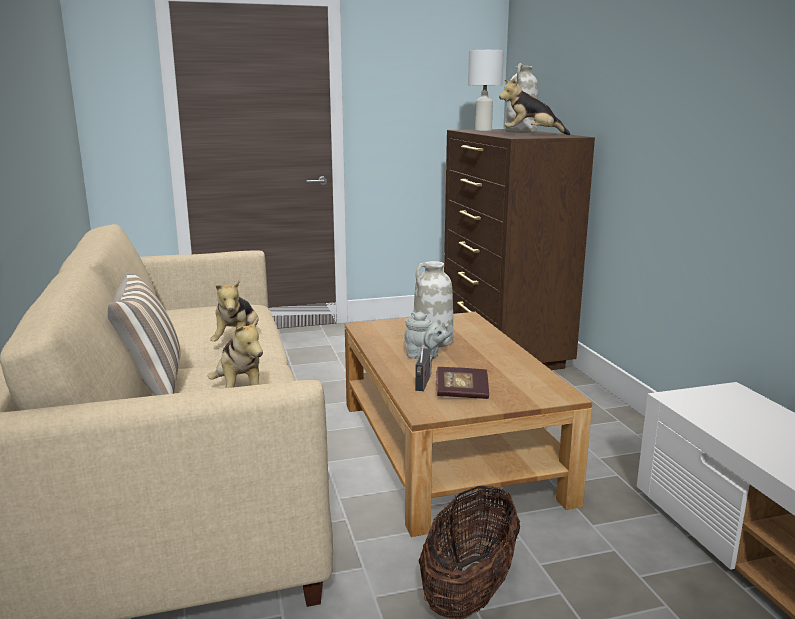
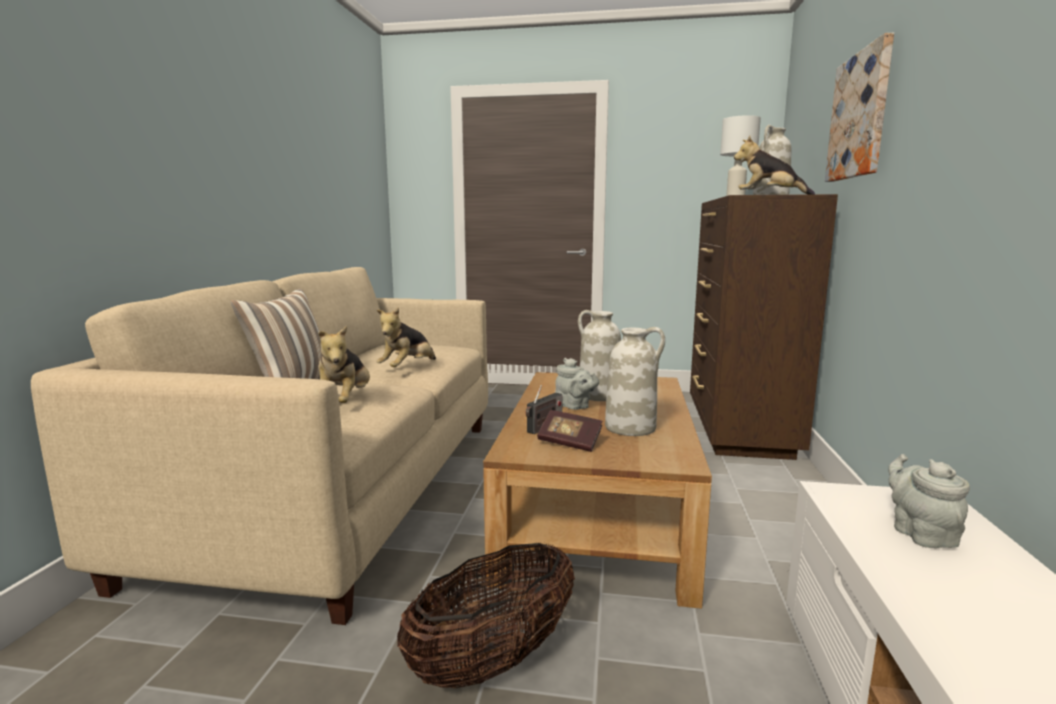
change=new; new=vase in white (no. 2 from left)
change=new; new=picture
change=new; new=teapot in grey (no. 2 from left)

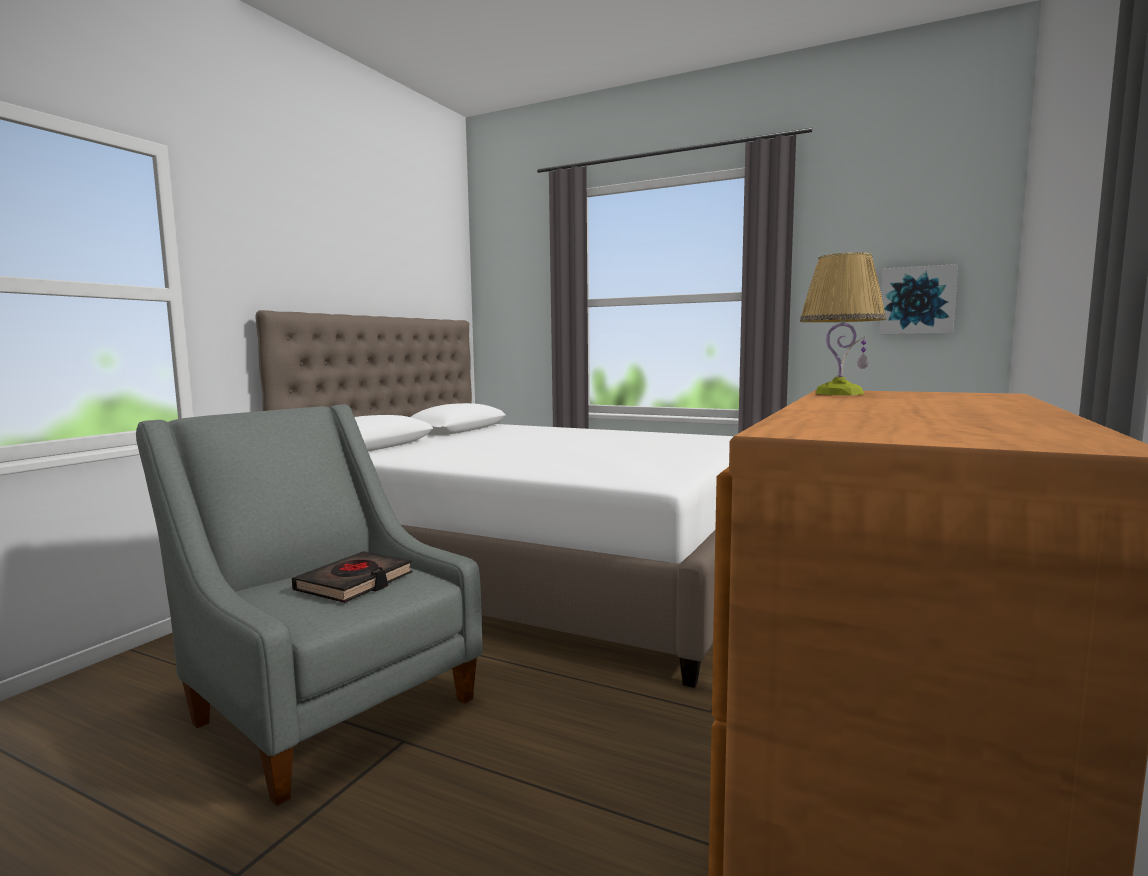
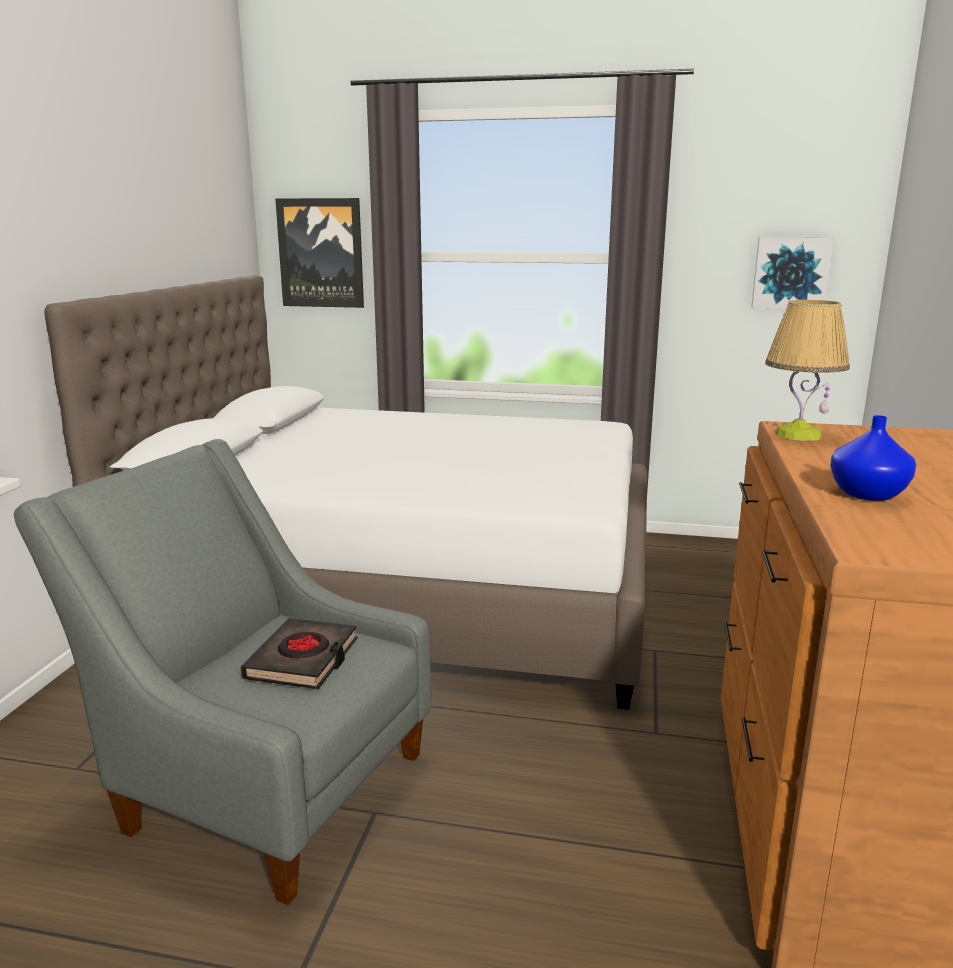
change=new; new=picture (no. 1 from left)
change=new; new=vase in blue

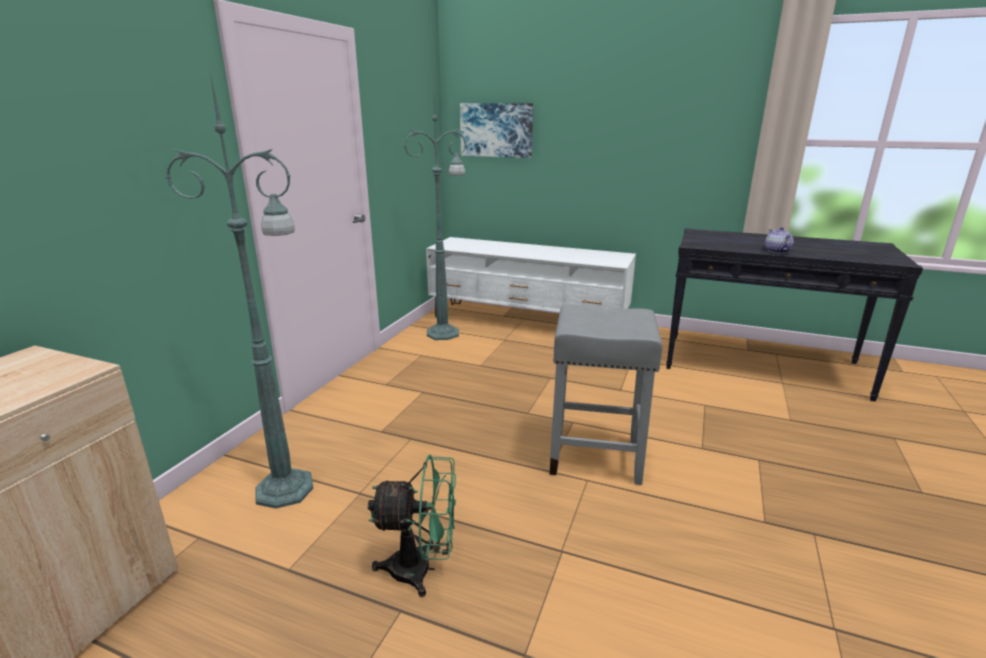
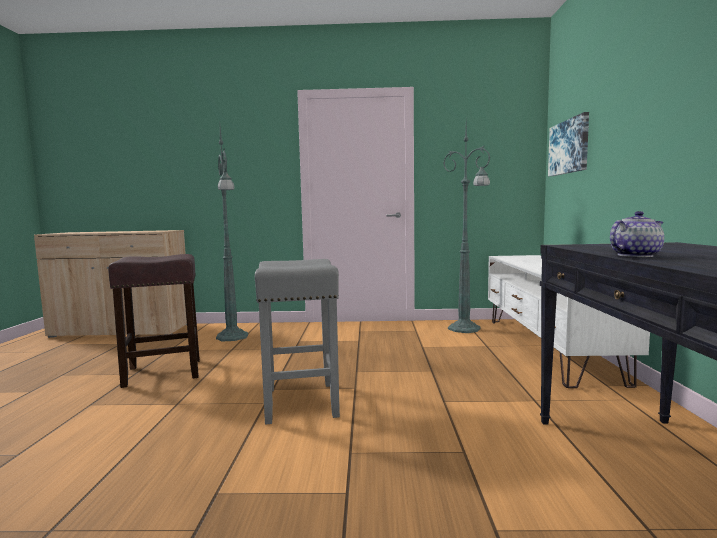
change=swapped; old=fan in green; new=stool in brown

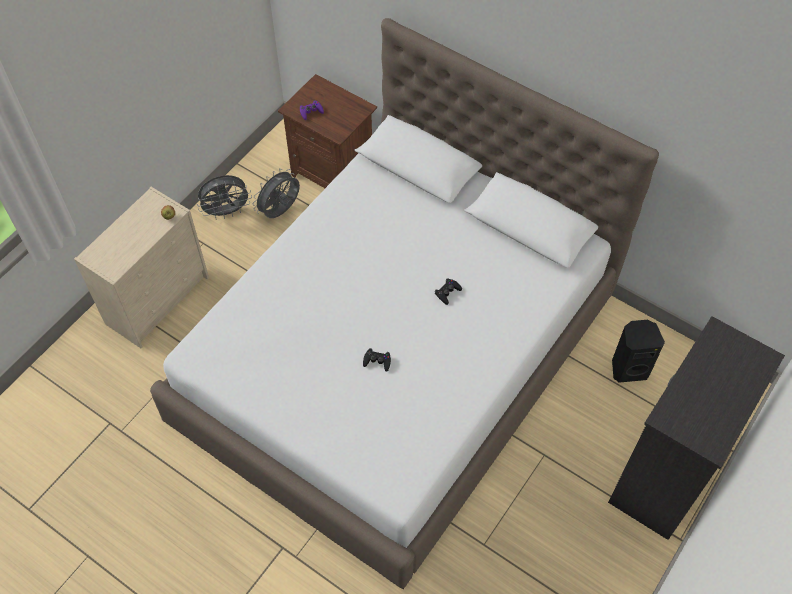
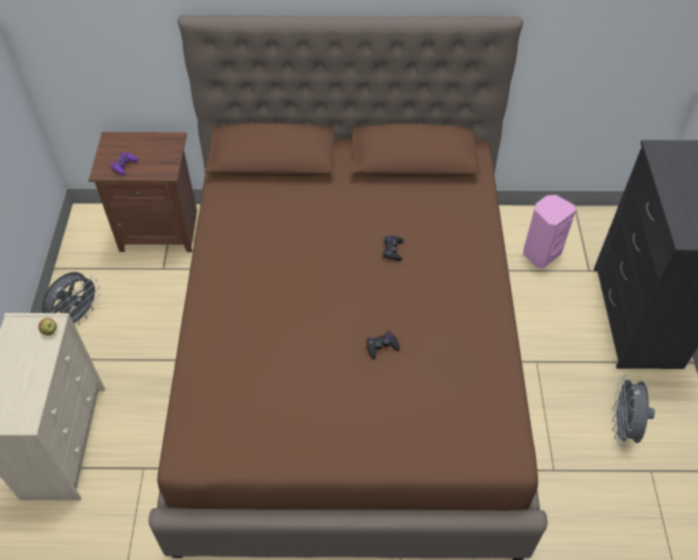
change=repainted; old=bed in white; new=bed in brown
change=shifted; old=fan in grey (no. 2 from left)
change=repainted; old=speaker in black; new=speaker in pink

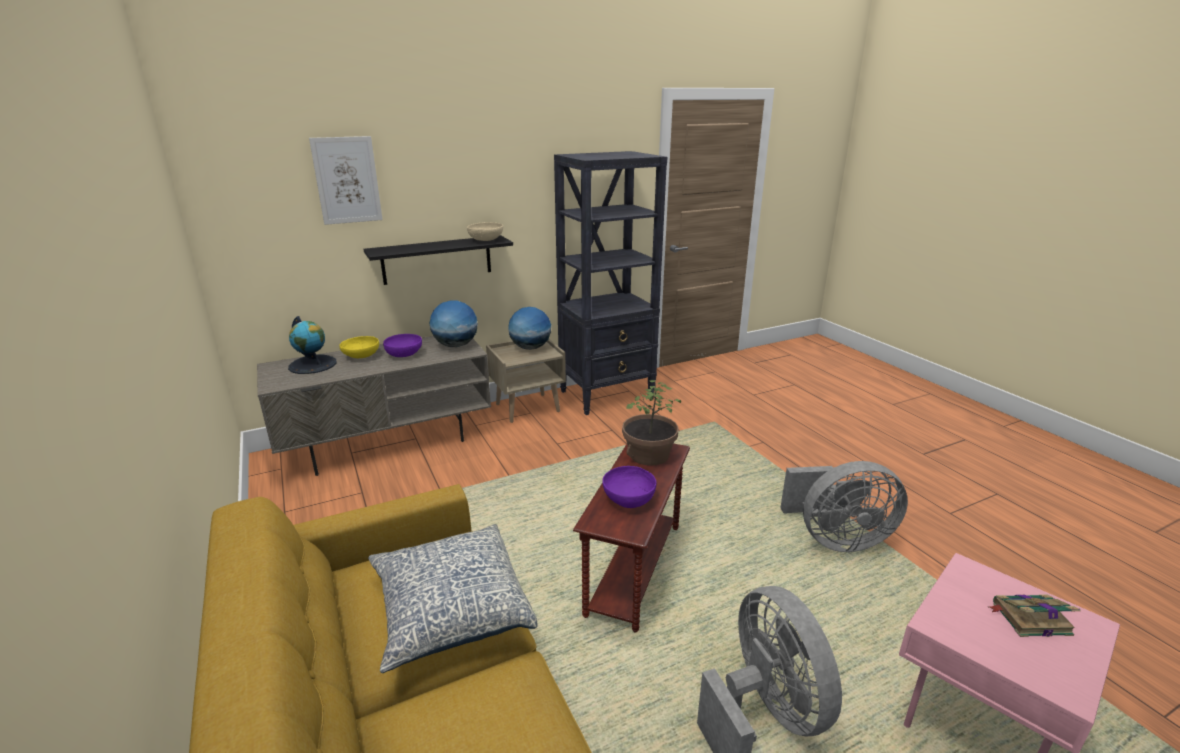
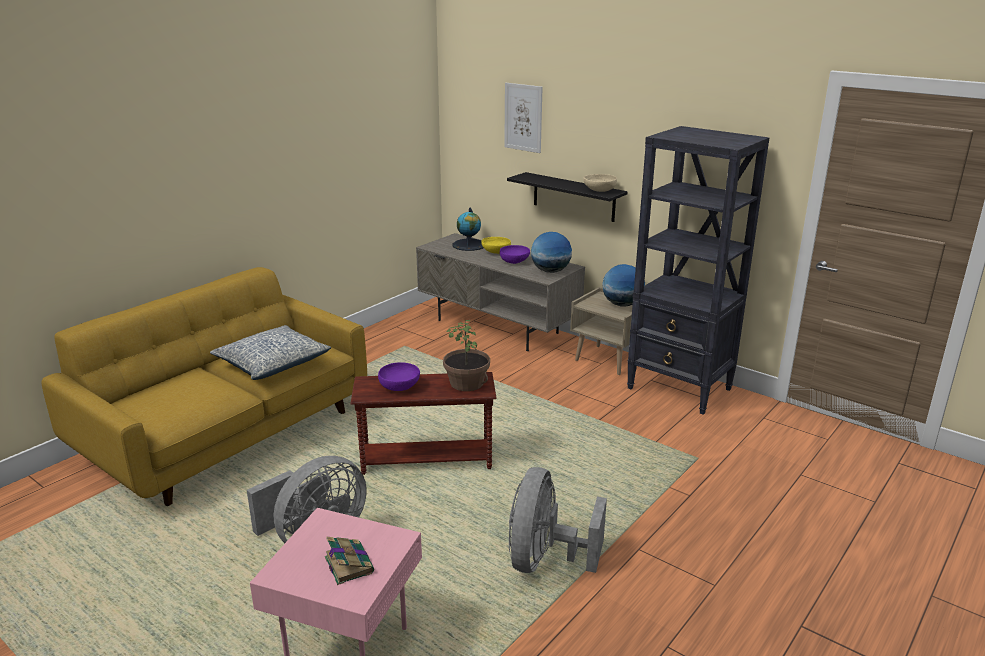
change=rotated; old=fan in grey (no. 2 from left); degrees=45

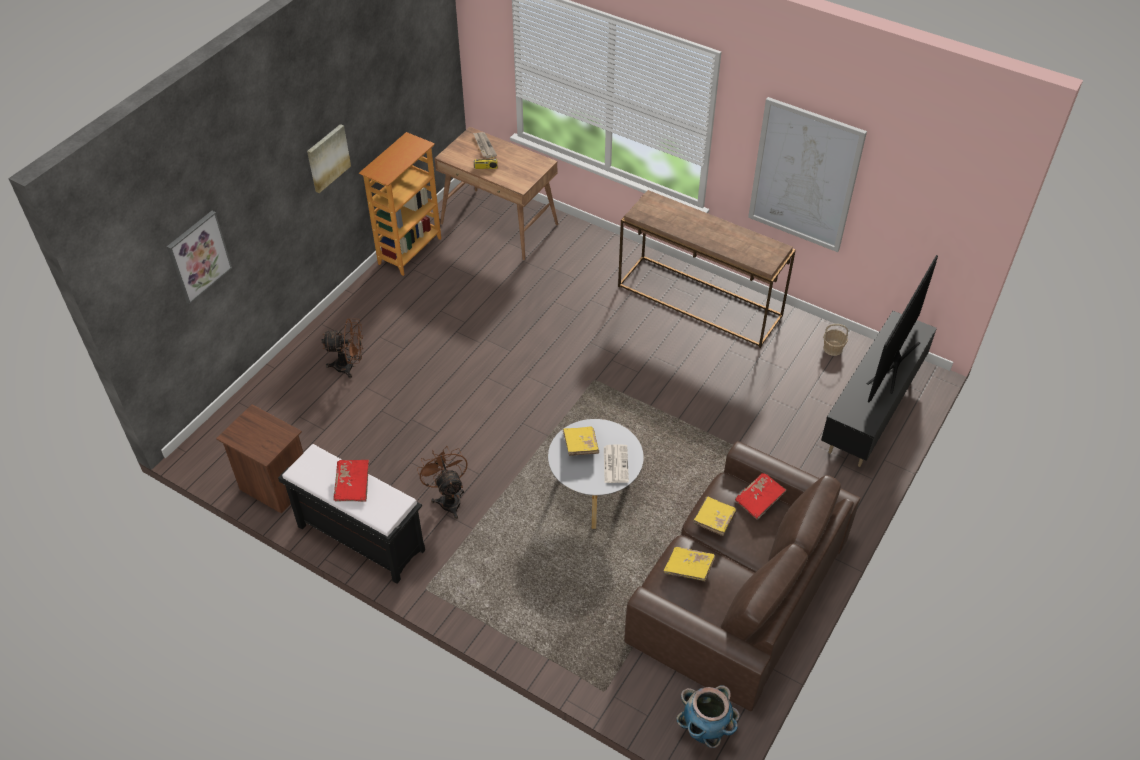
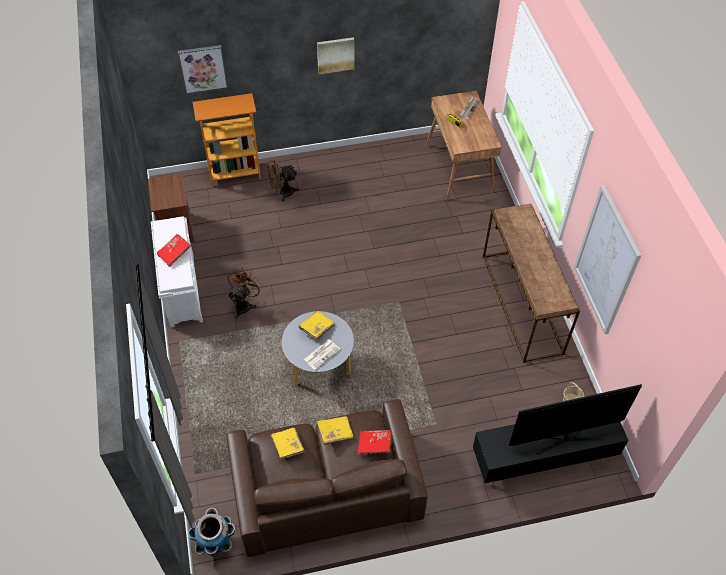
change=repainted; old=bench in black; new=bench in white
change=rotated; old=fan in brown (no. 1 from left in the first image); degrees=120
change=shifted; old=bookcase

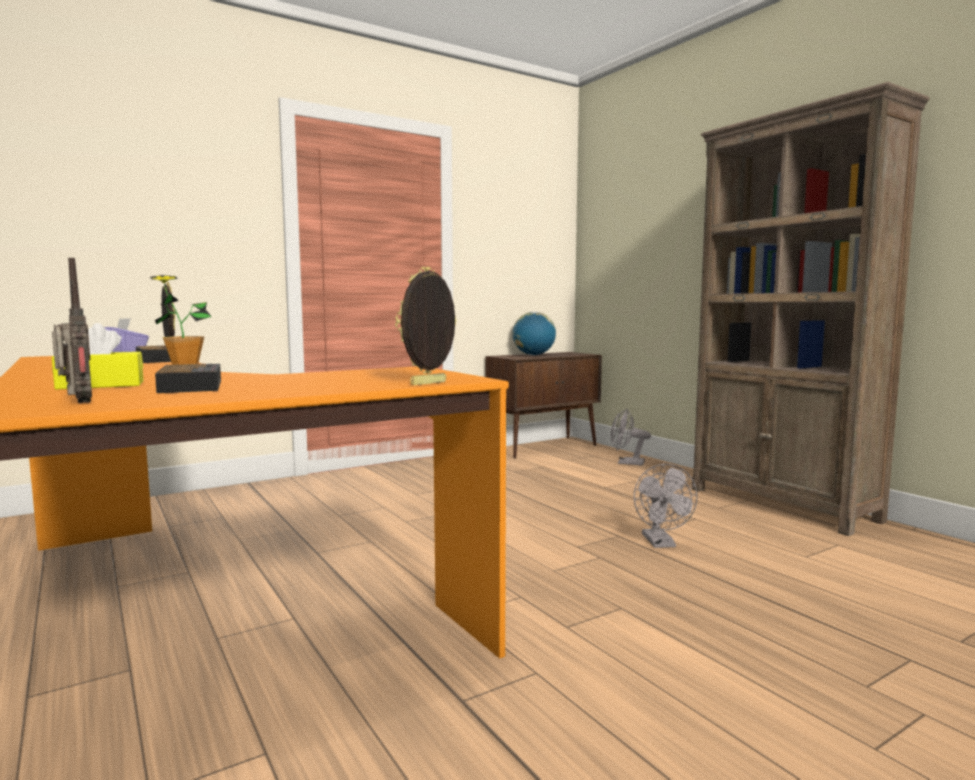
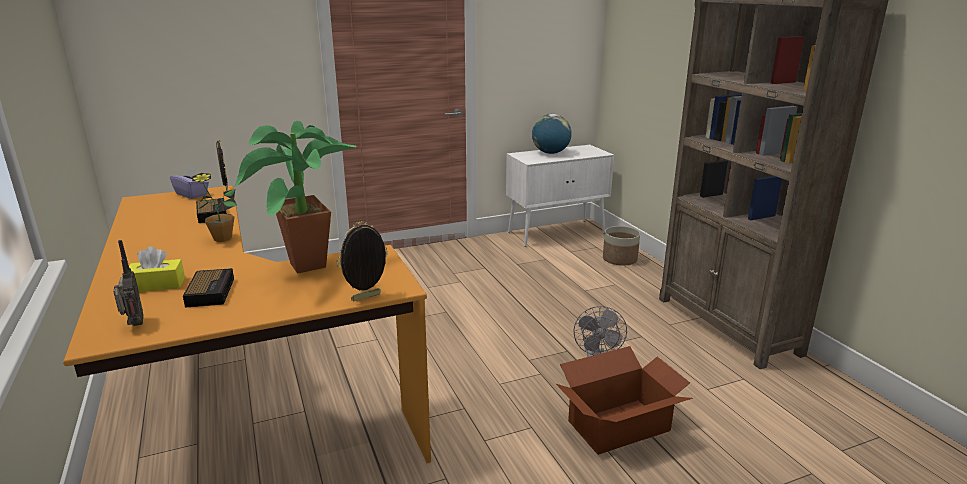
change=repainted; old=cabinet in brown; new=cabinet in white
change=swapped; old=fan in grey (no. 1 from left); new=planter
change=new; new=potted plant (no. 2 from left)
change=new; new=cardboard box

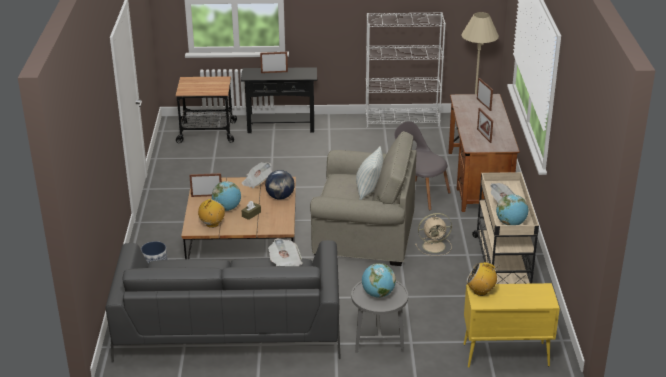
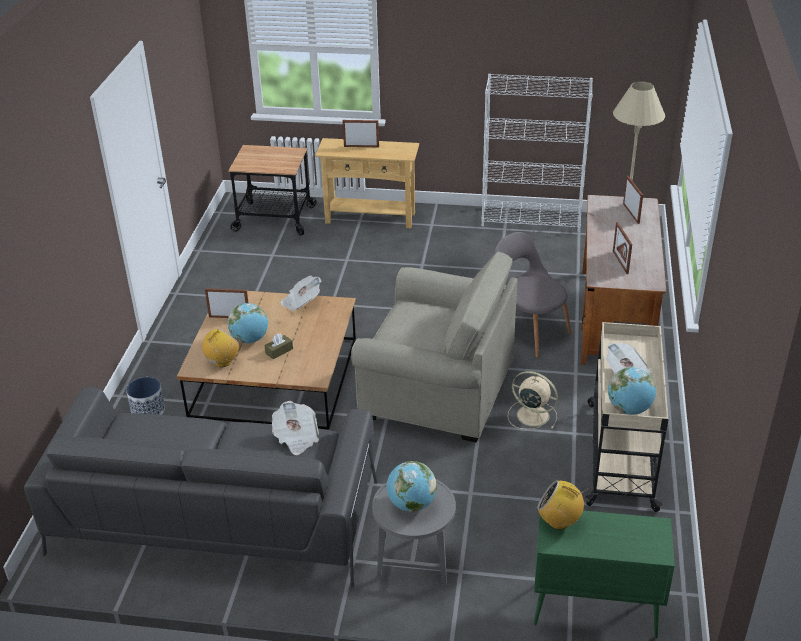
change=repainted; old=console table in black; new=console table in beige
change=gone; old=globe (no. 2 from left)
change=gone; old=pillow
change=rotated; old=fan in beige; degrees=-150
change=repainted; old=cabinet in yellow; new=cabinet in green

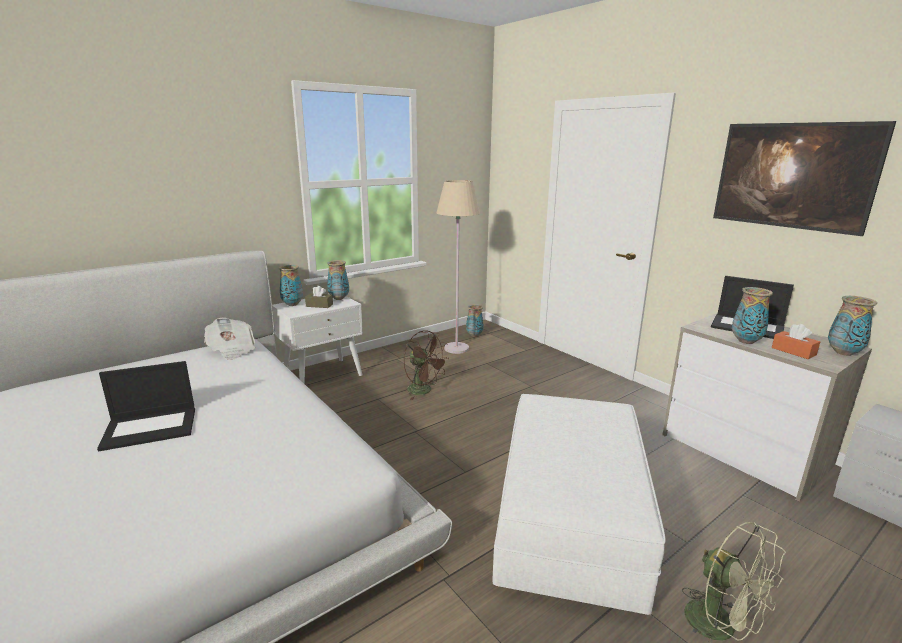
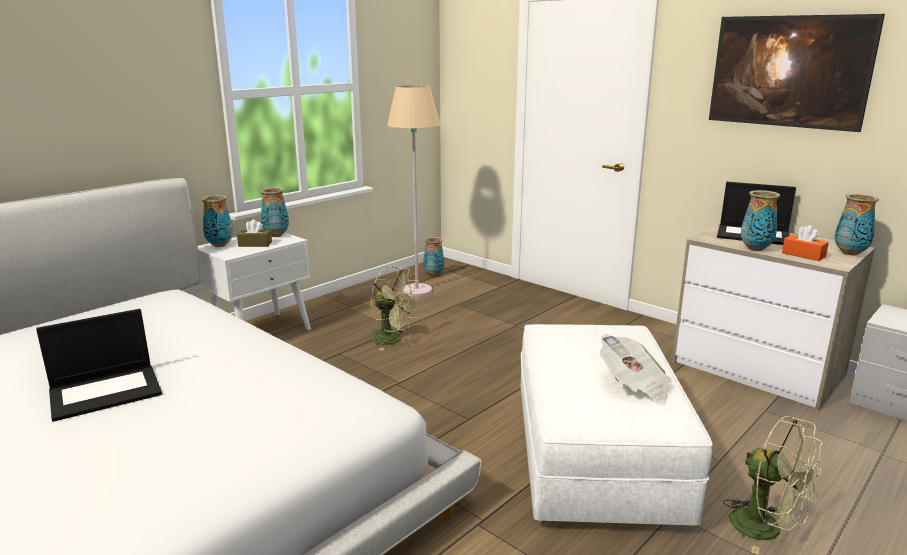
change=shifted; old=newspaper
change=repainted; old=fan in brown; new=fan in green (no. 1 from left)

